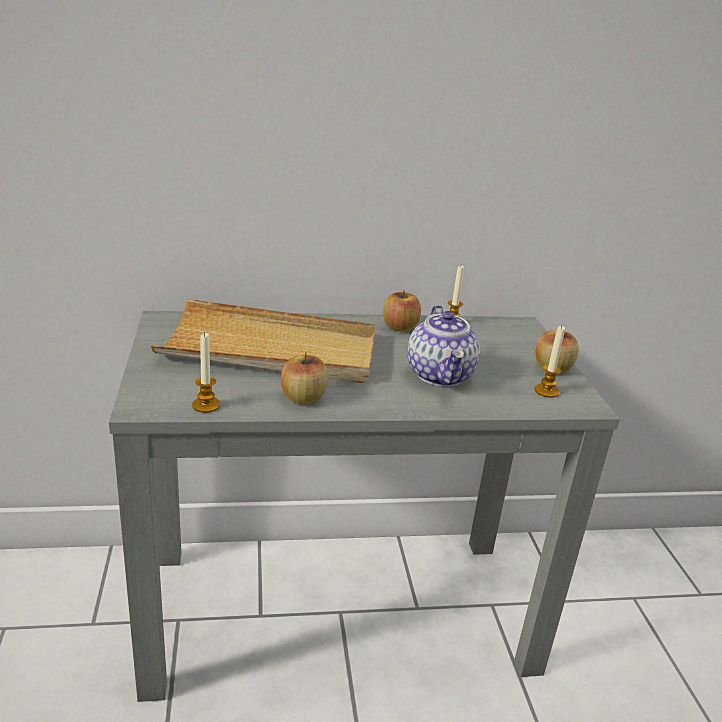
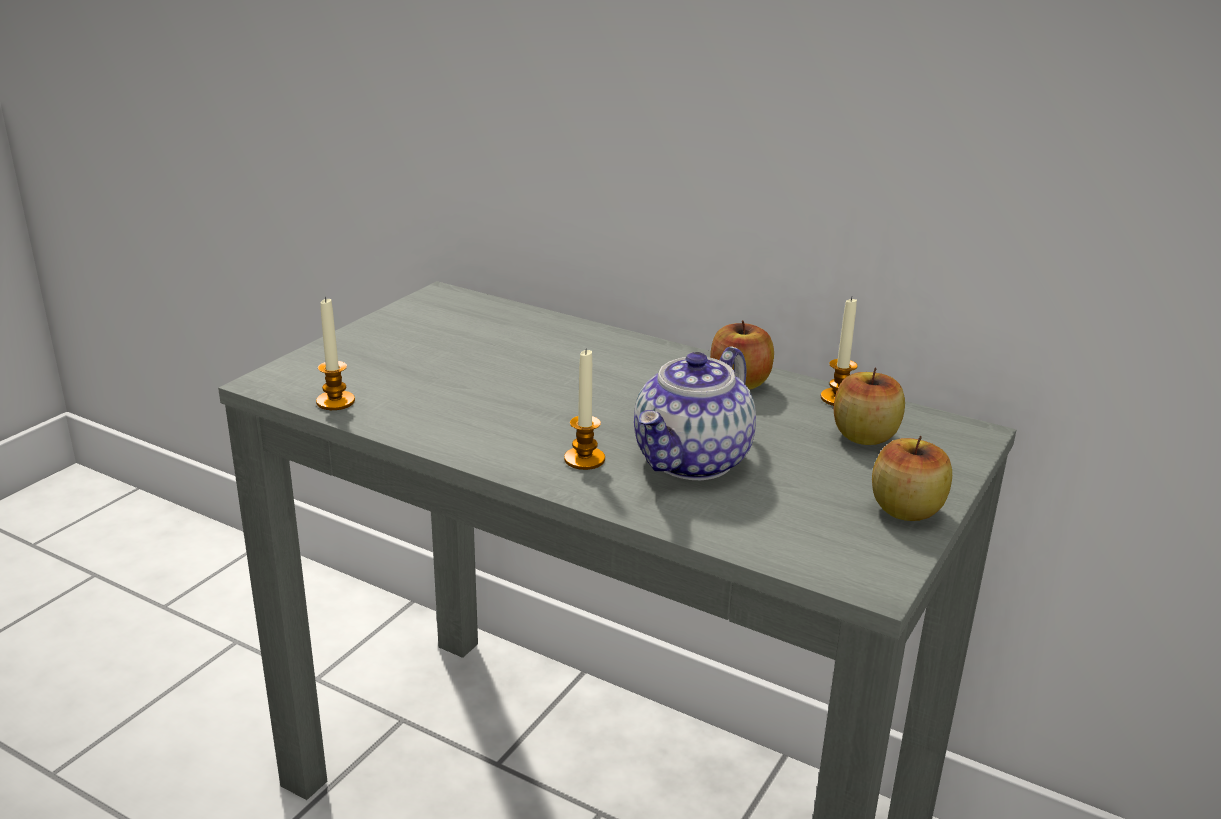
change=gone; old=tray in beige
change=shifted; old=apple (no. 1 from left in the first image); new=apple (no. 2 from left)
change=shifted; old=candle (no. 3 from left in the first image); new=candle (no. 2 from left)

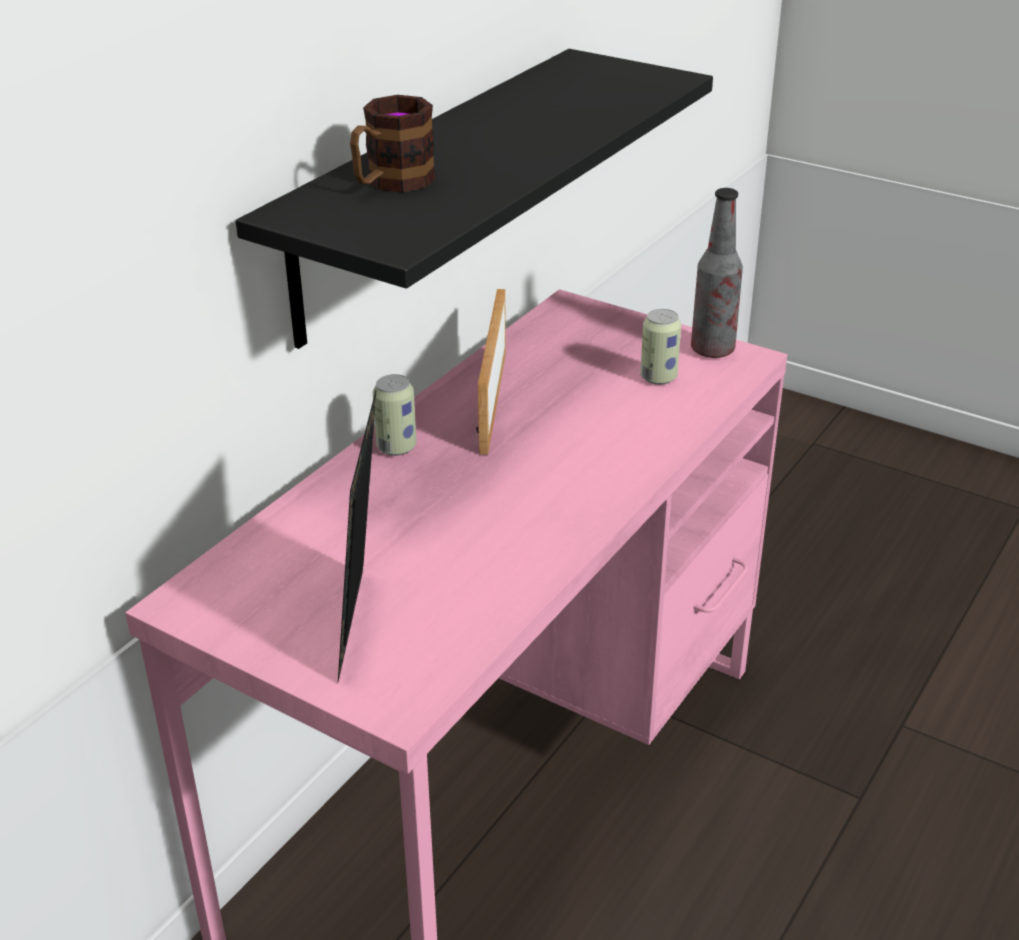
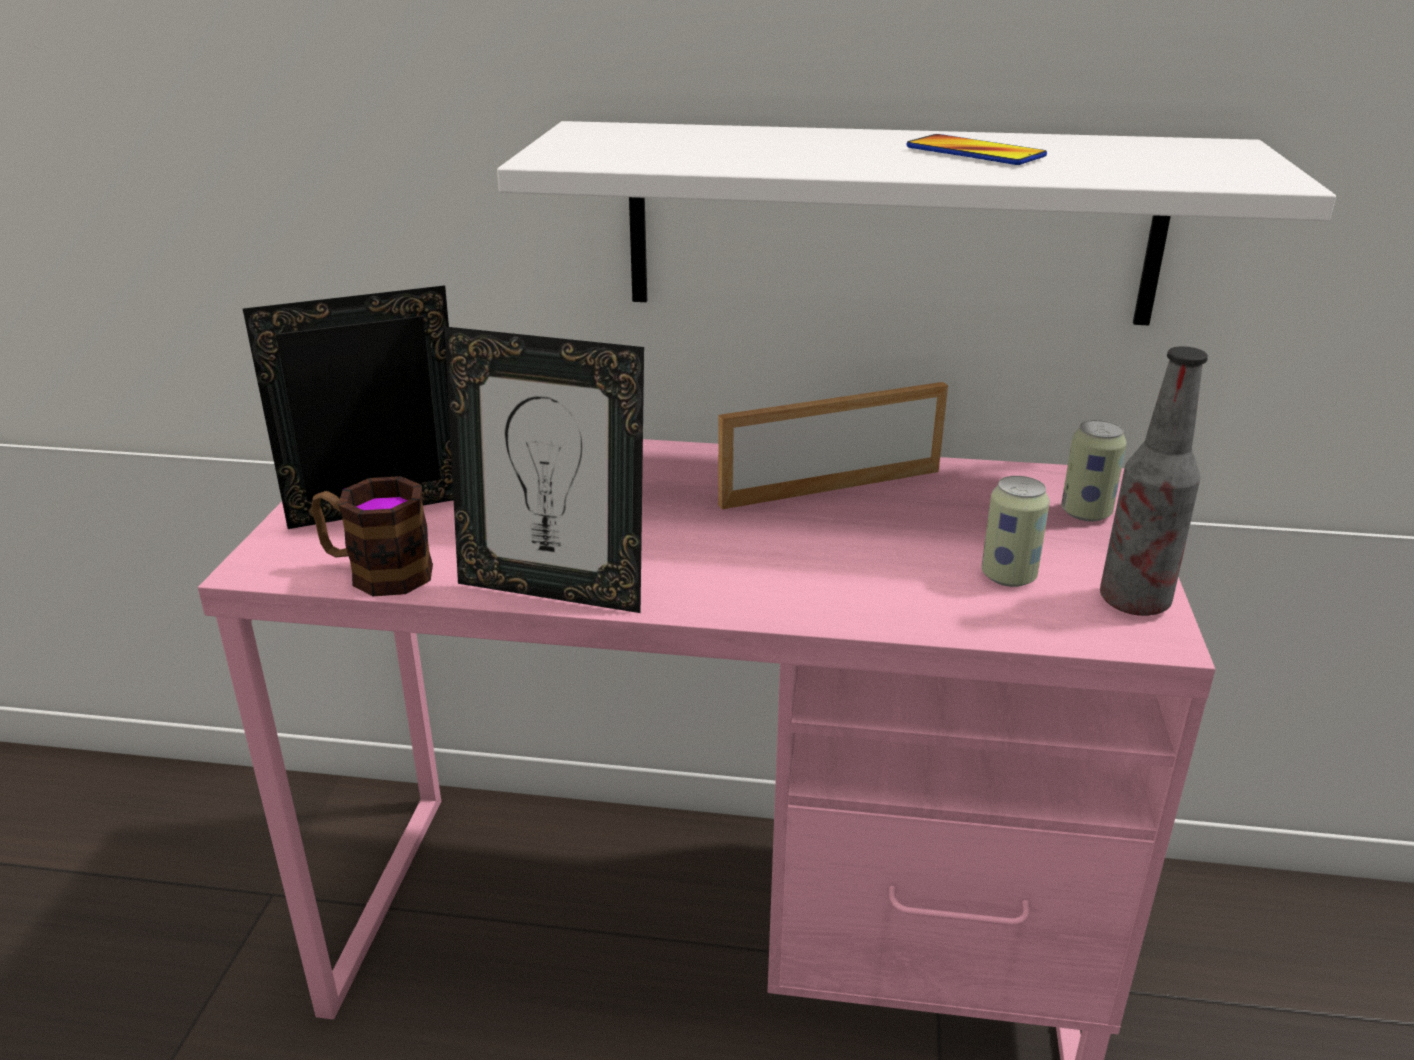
change=repainted; old=shelf in black; new=shelf in white
change=shifted; old=mug
change=shifted; old=can (no. 1 from left in the first image); new=can (no. 2 from left)
change=new; new=picture frame (no. 2 from left)
change=new; new=phone

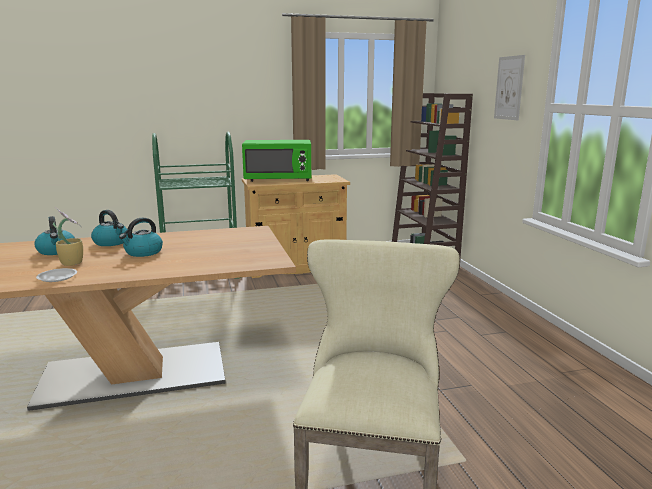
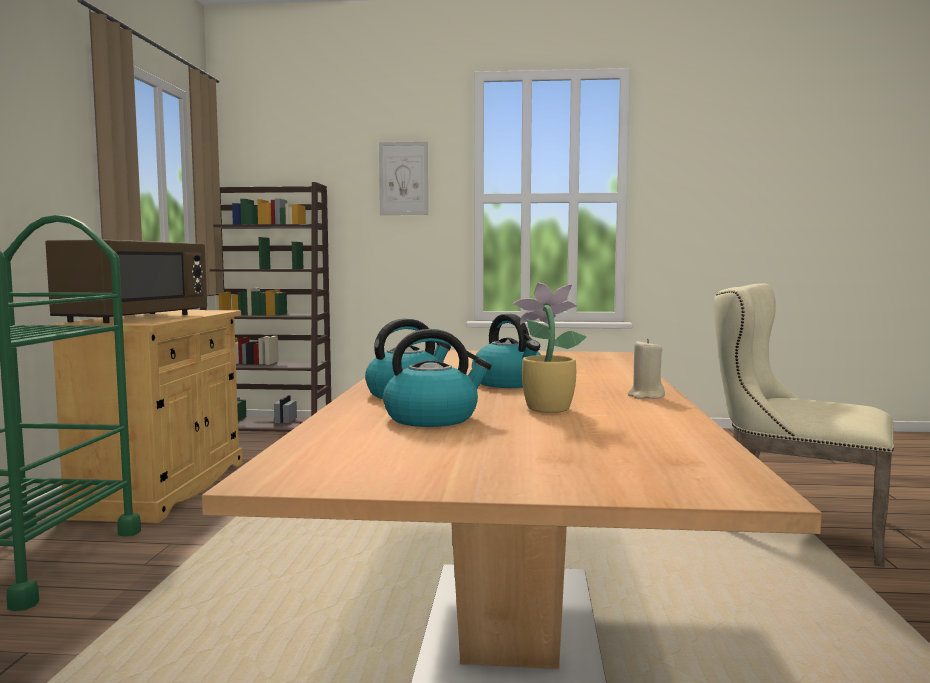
change=gone; old=plate in white
change=repainted; old=microwave in green; new=microwave in brown
change=new; new=candle in beige

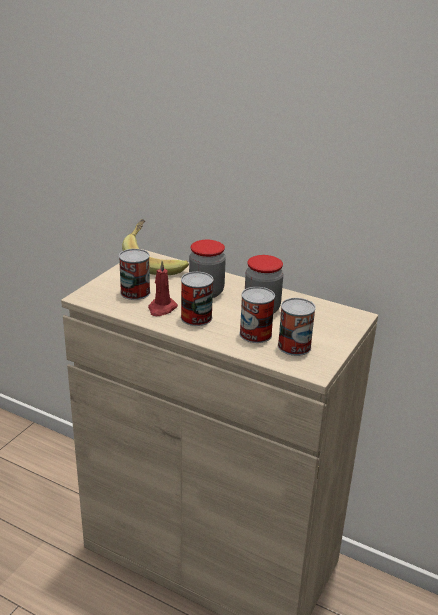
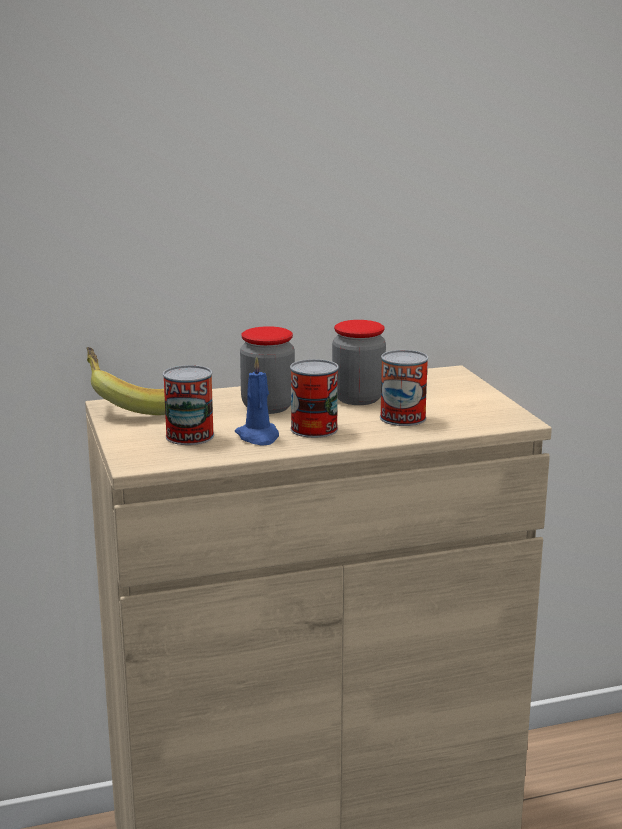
change=repainted; old=candle in red; new=candle in blue
change=gone; old=can (no. 4 from left)

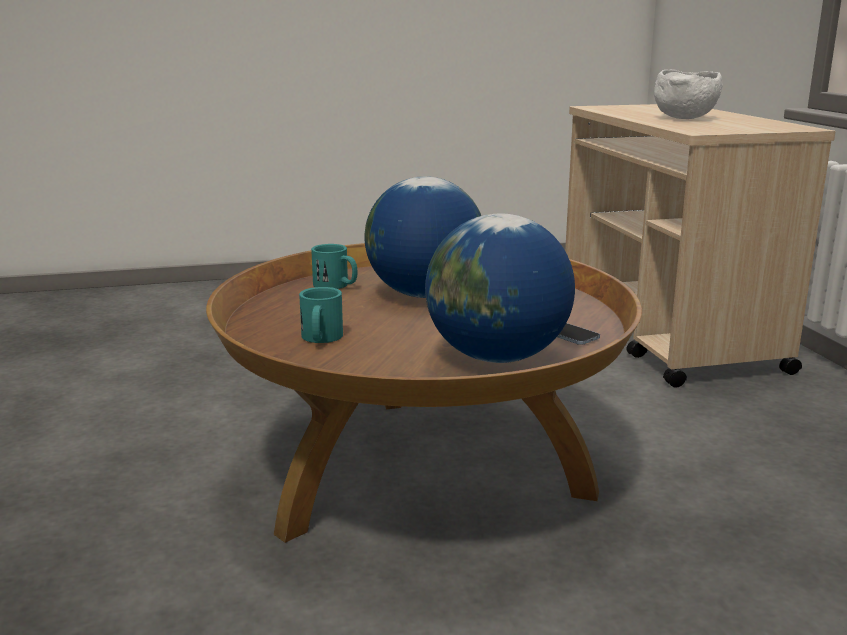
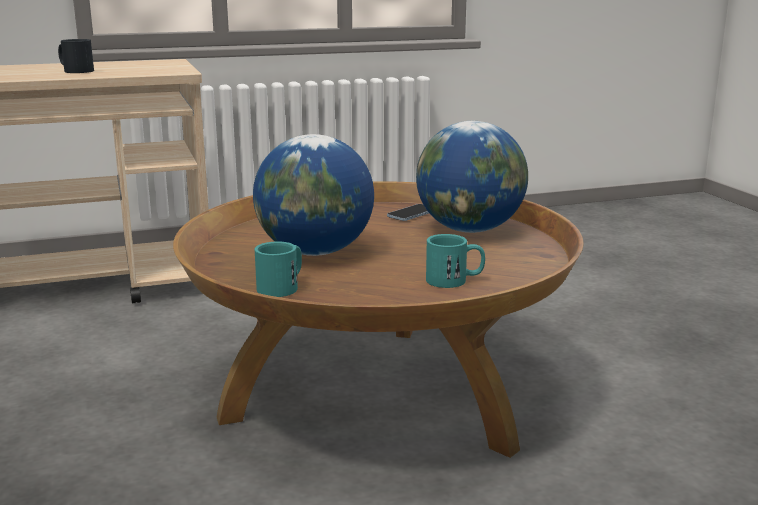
change=swapped; old=bowl in white; new=mug in black

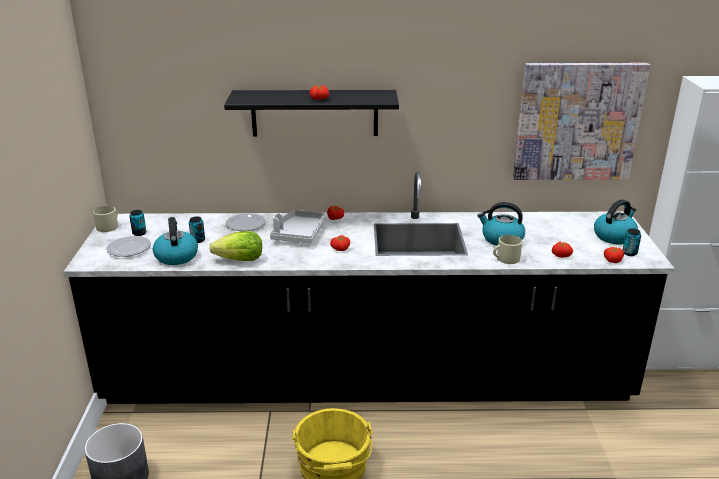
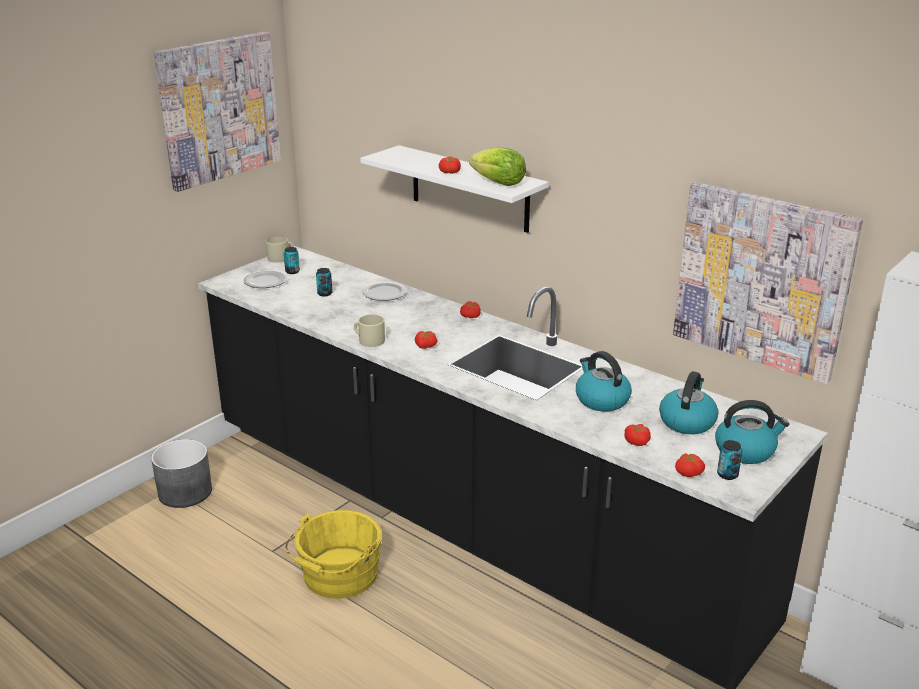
change=shifted; old=kettle (no. 1 from left in the first image); new=kettle (no. 2 from left)
change=shifted; old=lettuce
change=repainted; old=shelf in black; new=shelf in white
change=gone; old=tray in grey
change=shifted; old=mug in beige (no. 2 from left)
change=new; new=picture (no. 1 from left)

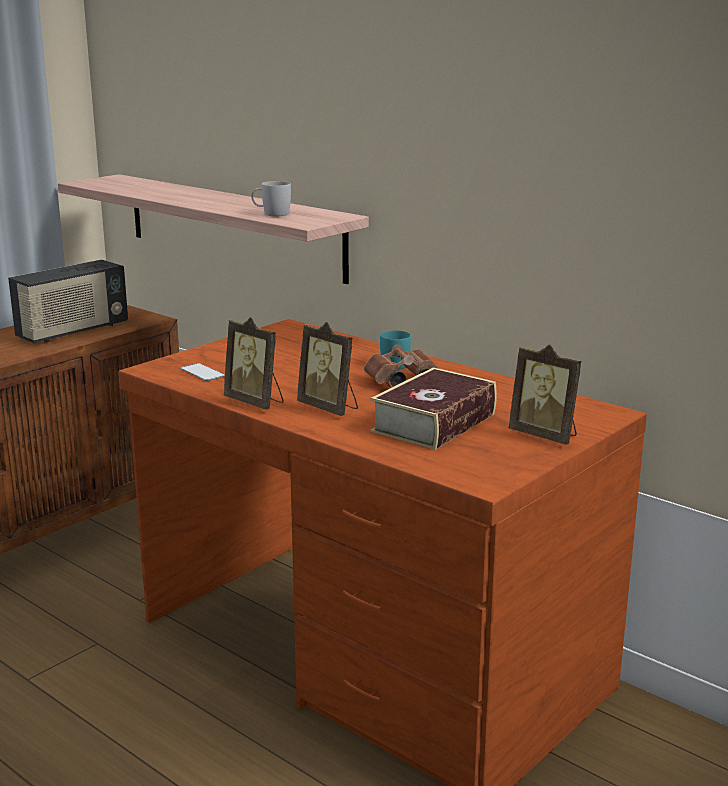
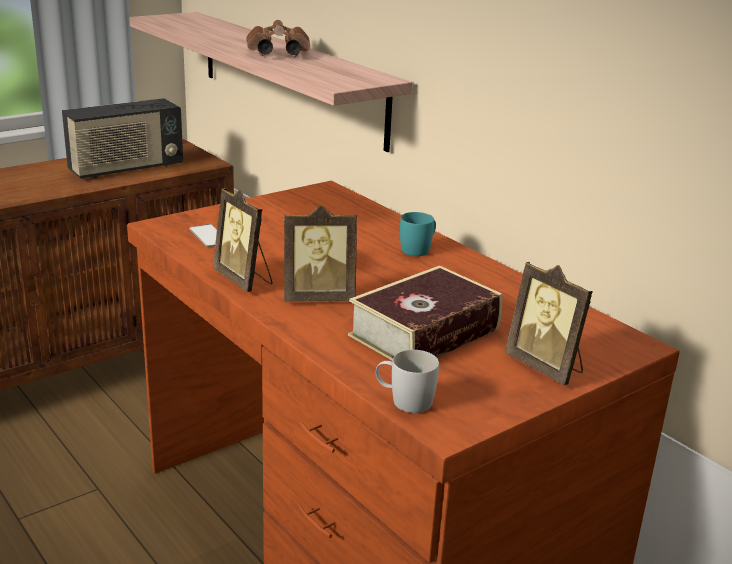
change=shifted; old=mug in white
change=rotated; old=picture frame (no. 2 from left); degrees=-60
change=shifted; old=binoculars in brown

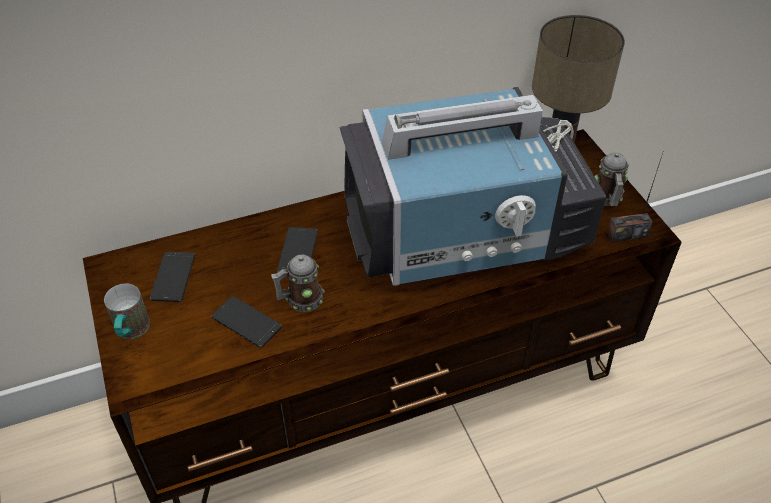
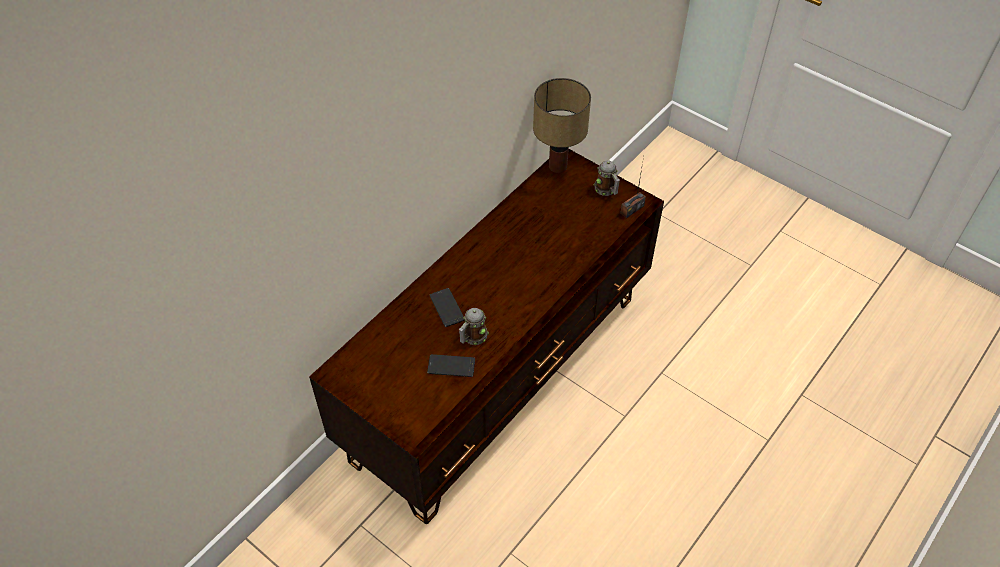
change=gone; old=mug (no. 1 from left)
change=gone; old=phone (no. 1 from left)
change=gone; old=television

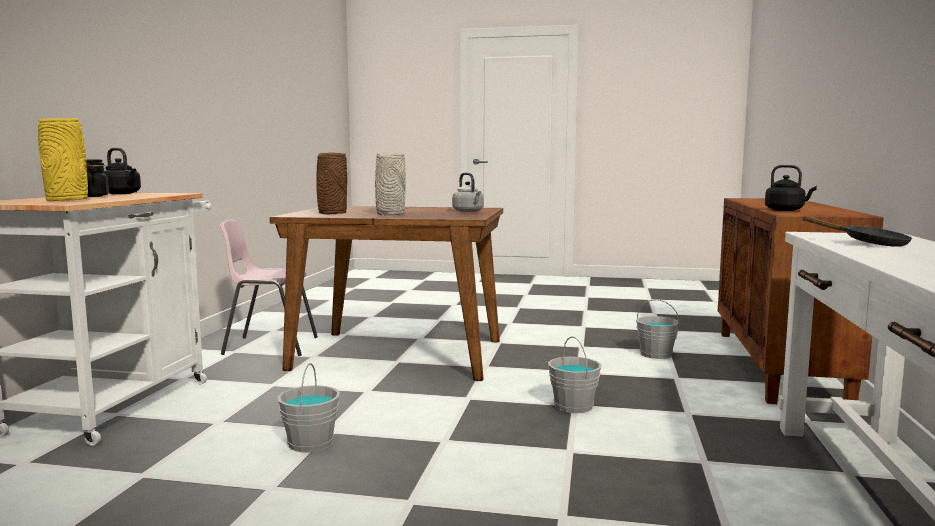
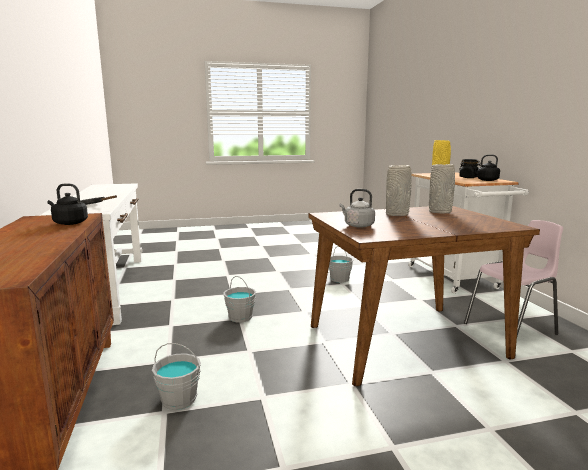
change=repainted; old=vase in brown; new=vase in grey (no. 2 from left)

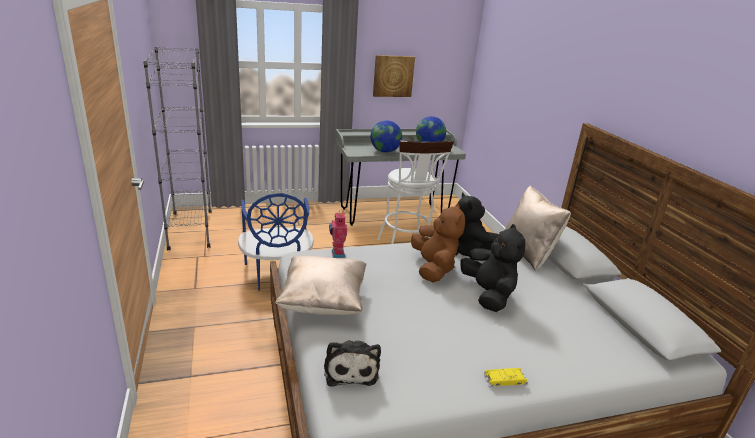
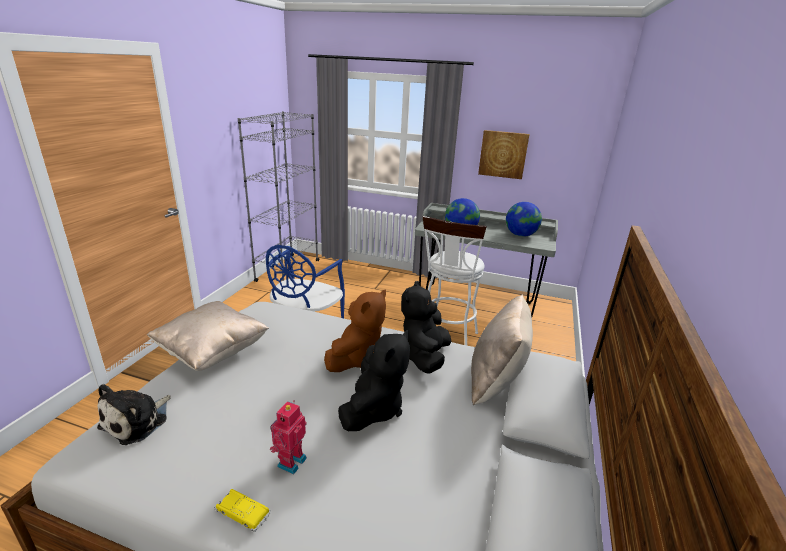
change=shifted; old=toy robot

